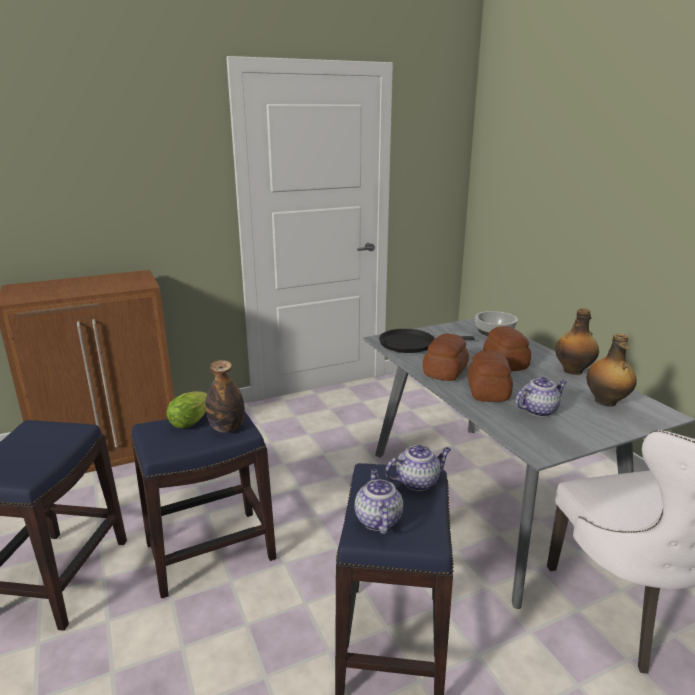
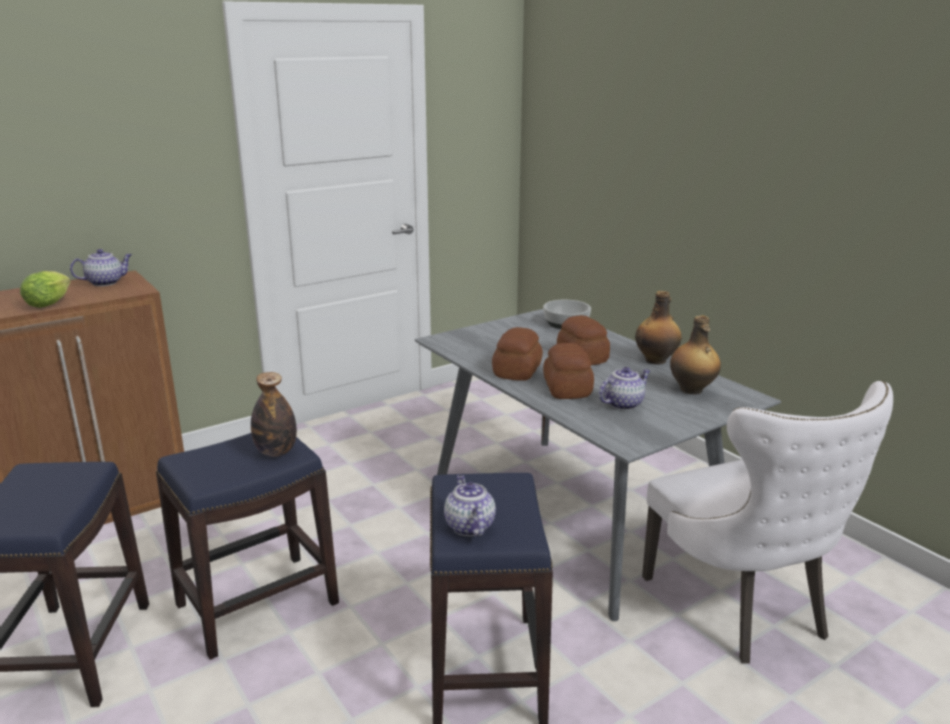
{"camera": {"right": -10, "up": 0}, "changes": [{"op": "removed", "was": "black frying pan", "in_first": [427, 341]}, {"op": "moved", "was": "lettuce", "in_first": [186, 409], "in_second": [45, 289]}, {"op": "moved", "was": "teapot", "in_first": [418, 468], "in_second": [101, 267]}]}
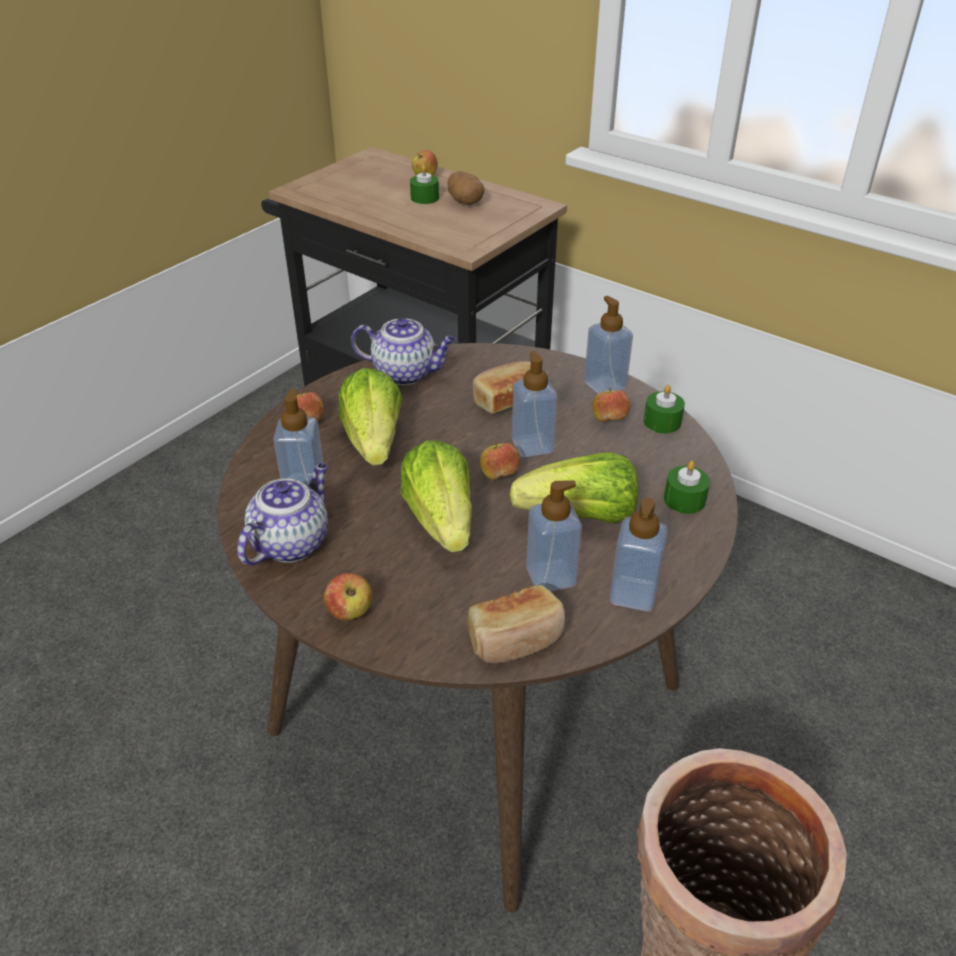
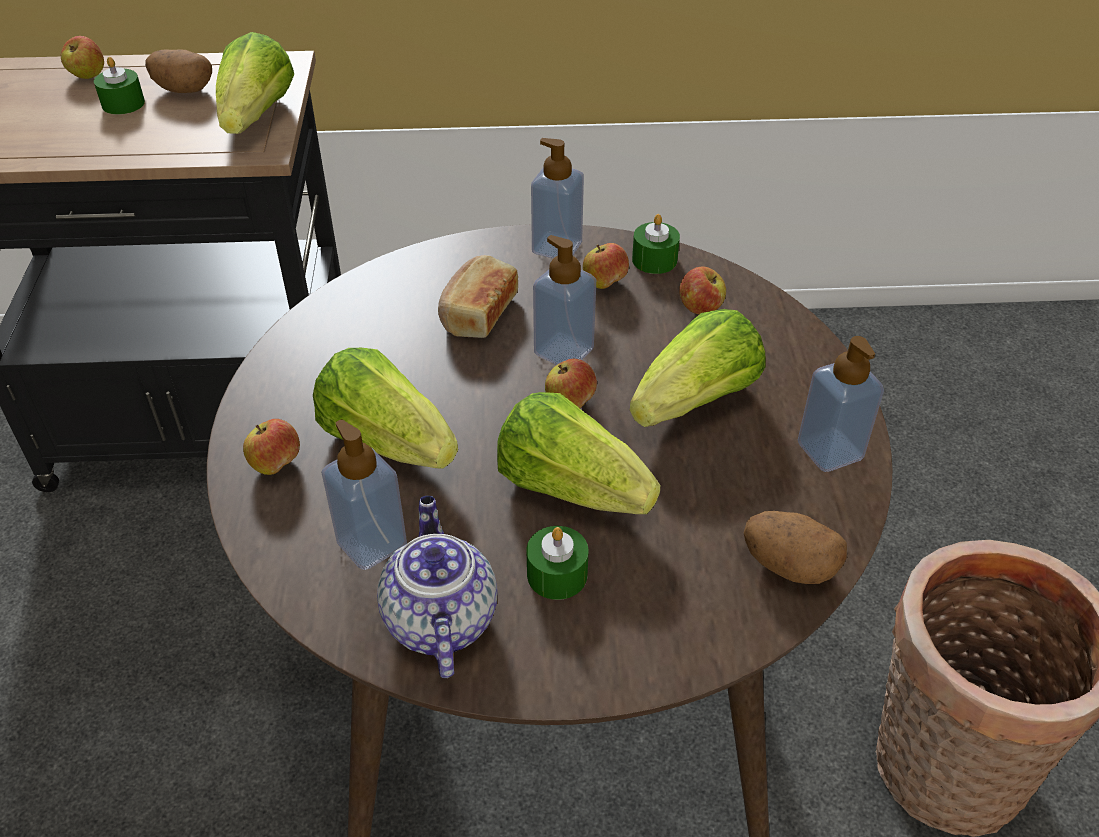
{"camera": {"right": -40, "up": 5}, "changes": [{"op": "removed", "was": "teapot", "in_first": [403, 351]}, {"op": "moved", "was": "green candle", "in_first": [687, 487], "in_second": [557, 563]}, {"op": "removed", "was": "soap dispenser", "in_first": [554, 535]}, {"op": "moved", "was": "apple", "in_first": [348, 596], "in_second": [702, 290]}, {"op": "replaced", "was": "bread", "now": "potato", "in_first": [516, 624], "in_second": [795, 547]}, {"op": "added", "now": "lettuce", "in_second": [255, 83]}]}
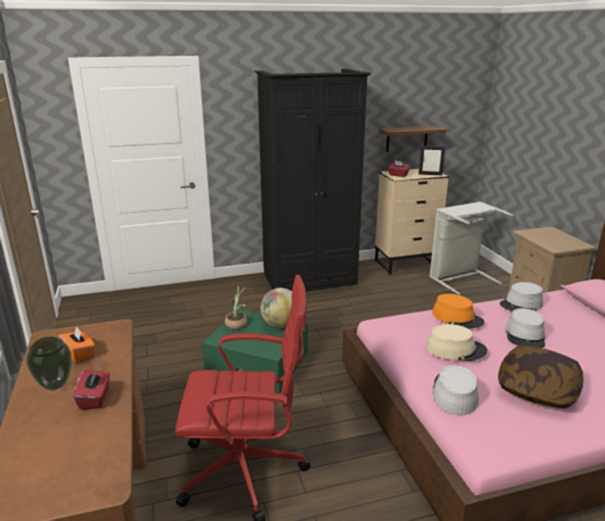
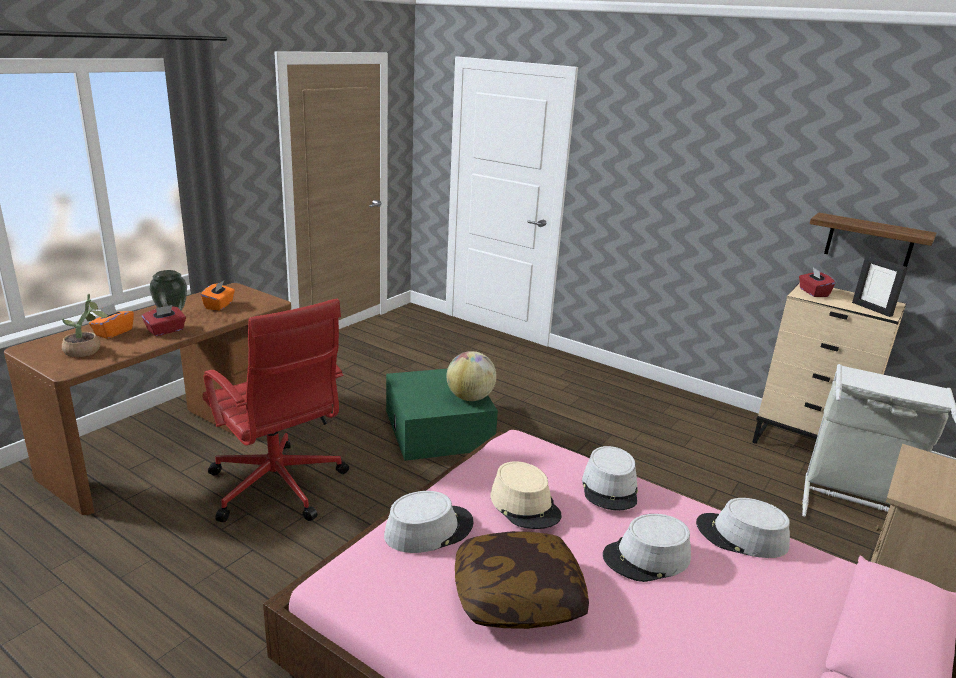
{"camera": {"right": 50, "up": 0}, "changes": [{"op": "removed", "was": "black wardrobe", "in_first": [312, 180]}, {"op": "moved", "was": "potted plant", "in_first": [237, 308], "in_second": [85, 325]}, {"op": "recoloured", "was": "orange hat", "now": "grey hat", "in_first": [458, 311], "in_second": [610, 478]}, {"op": "added", "now": "orange tissue box", "in_second": [111, 321]}]}
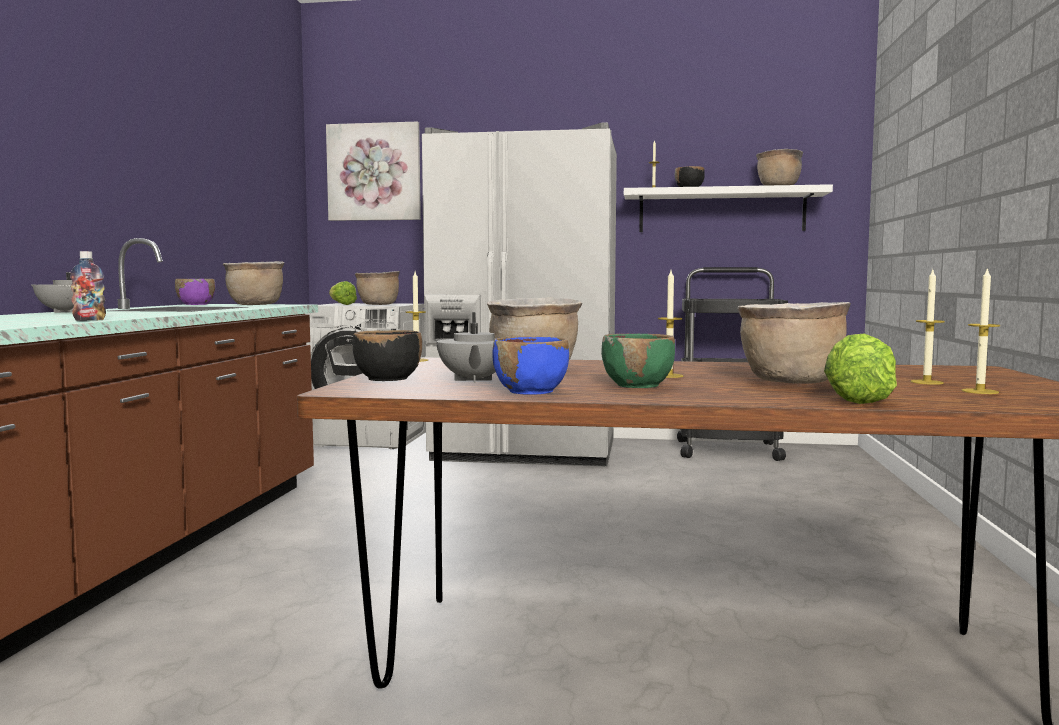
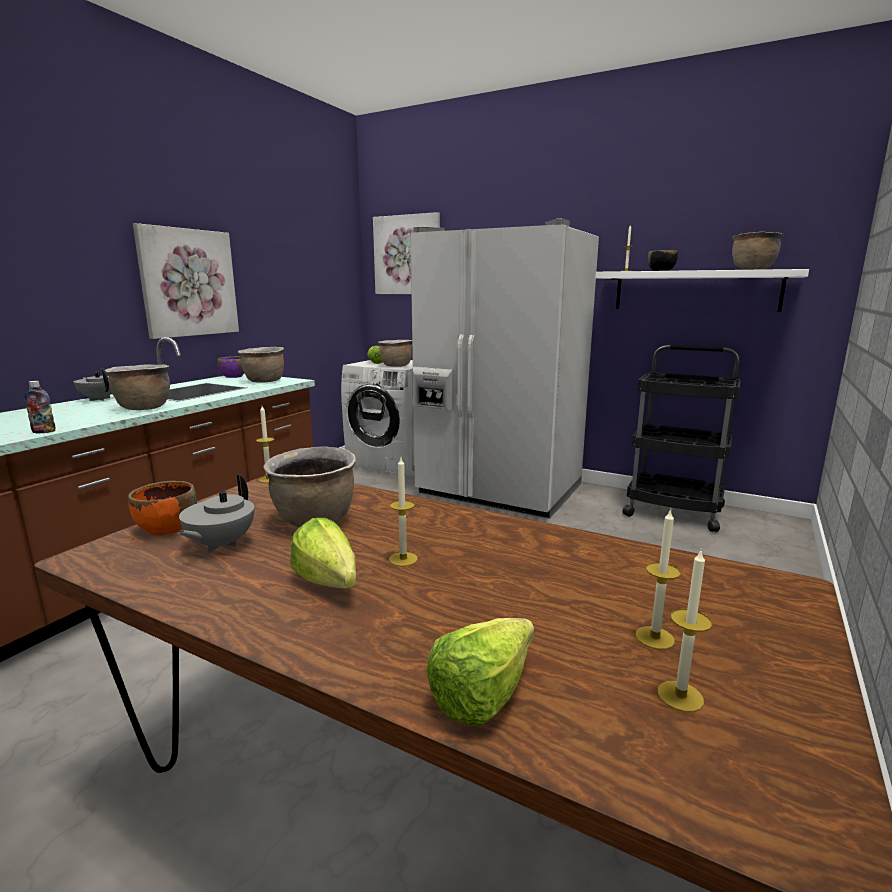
{"camera": {"right": 20, "up": 10}, "changes": [{"op": "moved", "was": "brown cooking pot", "in_first": [794, 343], "in_second": [137, 387]}, {"op": "recoloured", "was": "black bowl", "now": "orange bowl", "in_first": [387, 355], "in_second": [162, 508]}, {"op": "replaced", "was": "green bowl", "now": "lettuce", "in_first": [638, 361], "in_second": [323, 553]}, {"op": "removed", "was": "blue bowl", "in_first": [531, 366]}, {"op": "added", "now": "picture", "in_second": [186, 281]}]}
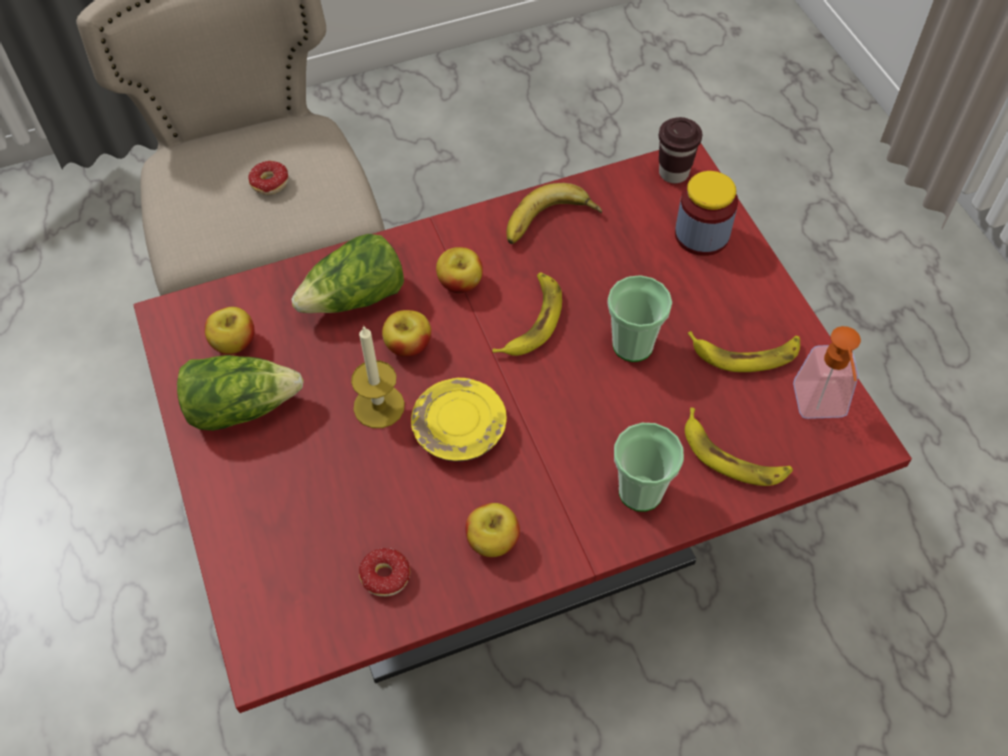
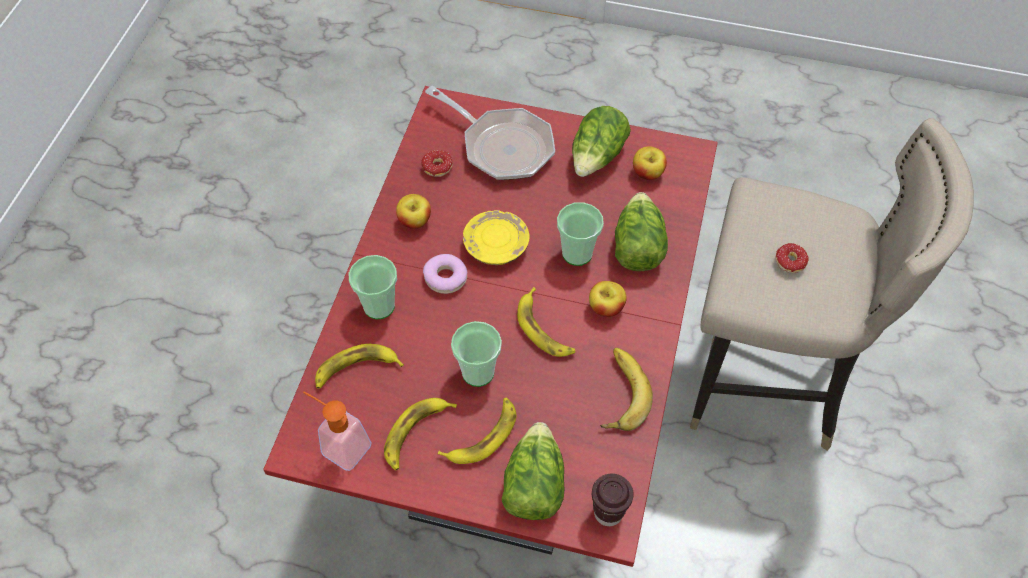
{"camera": {"right": 125, "up": 0}, "changes": [{"op": "replaced", "was": "jar", "now": "lettuce", "in_first": [706, 213], "in_second": [533, 471]}, {"op": "replaced", "was": "apple", "now": "cup", "in_first": [406, 333], "in_second": [580, 234]}, {"op": "removed", "was": "candle", "in_first": [378, 376]}, {"op": "added", "now": "frying pan", "in_second": [490, 133]}, {"op": "added", "now": "donut", "in_second": [445, 274]}, {"op": "added", "now": "banana", "in_second": [477, 431]}]}
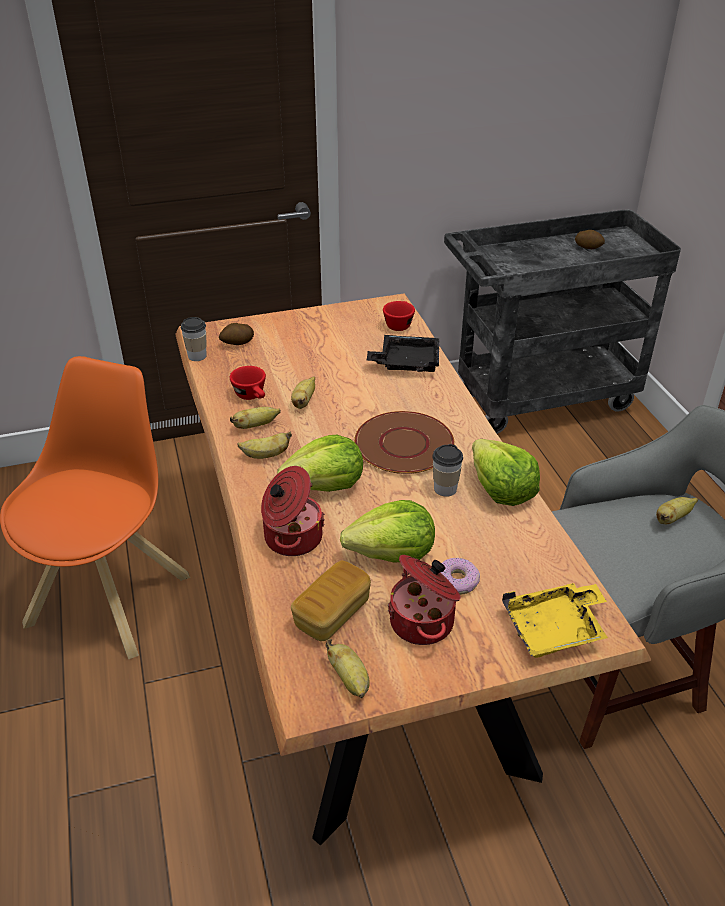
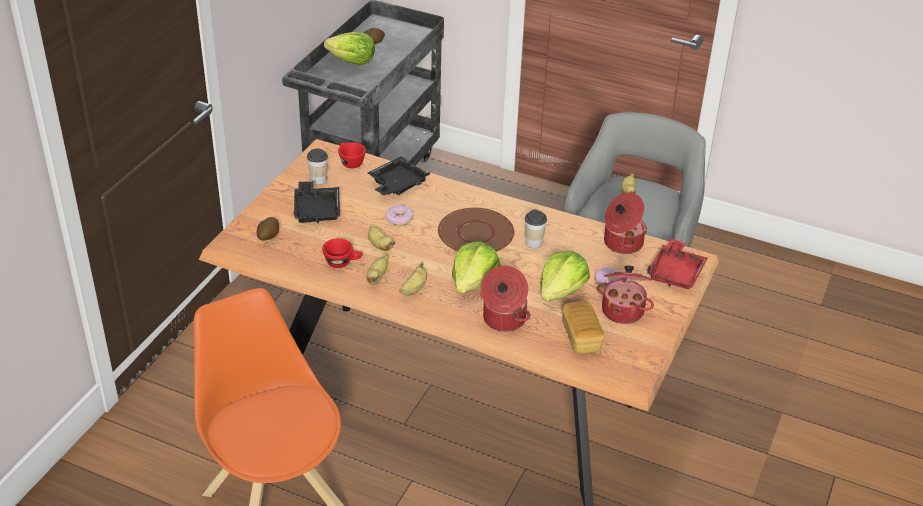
{"camera": {"right": -50, "up": 0}, "changes": [{"op": "moved", "was": "cup", "in_first": [194, 339], "in_second": [317, 166]}, {"op": "moved", "was": "lettuce", "in_first": [506, 472], "in_second": [349, 48]}, {"op": "recoloured", "was": "yellow tray", "now": "red tray", "in_first": [555, 620], "in_second": [677, 264]}, {"op": "removed", "was": "banana", "in_first": [348, 668]}, {"op": "added", "now": "black tray", "in_second": [317, 202]}, {"op": "added", "now": "cooking pot", "in_second": [625, 223]}, {"op": "added", "now": "donut", "in_second": [399, 215]}]}
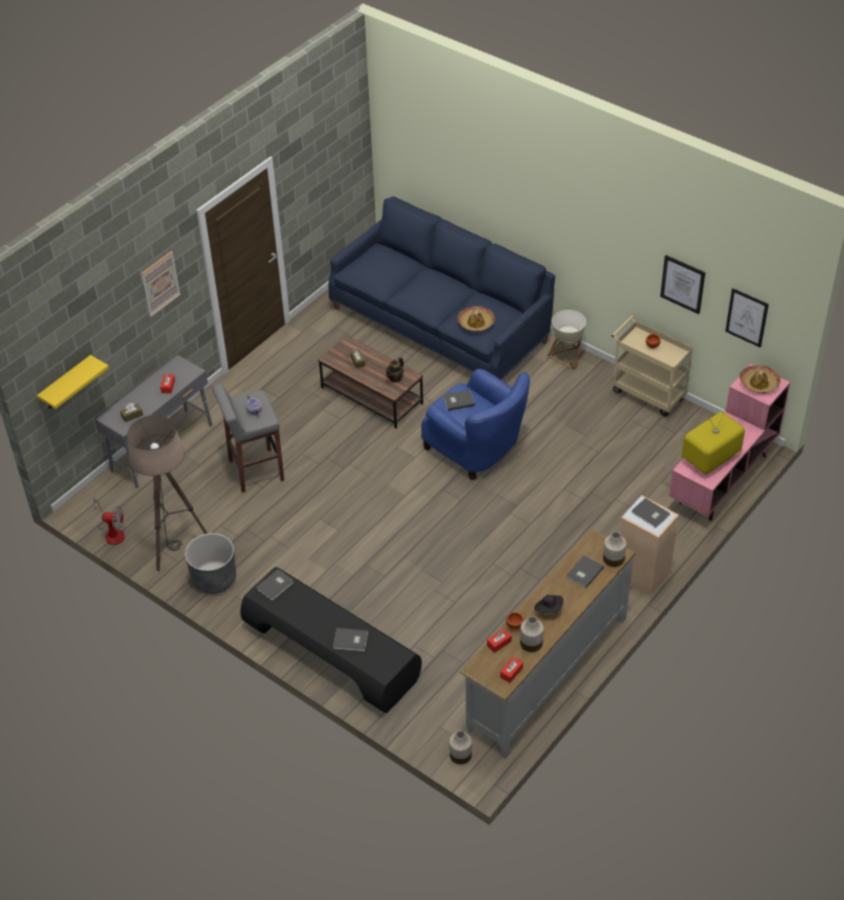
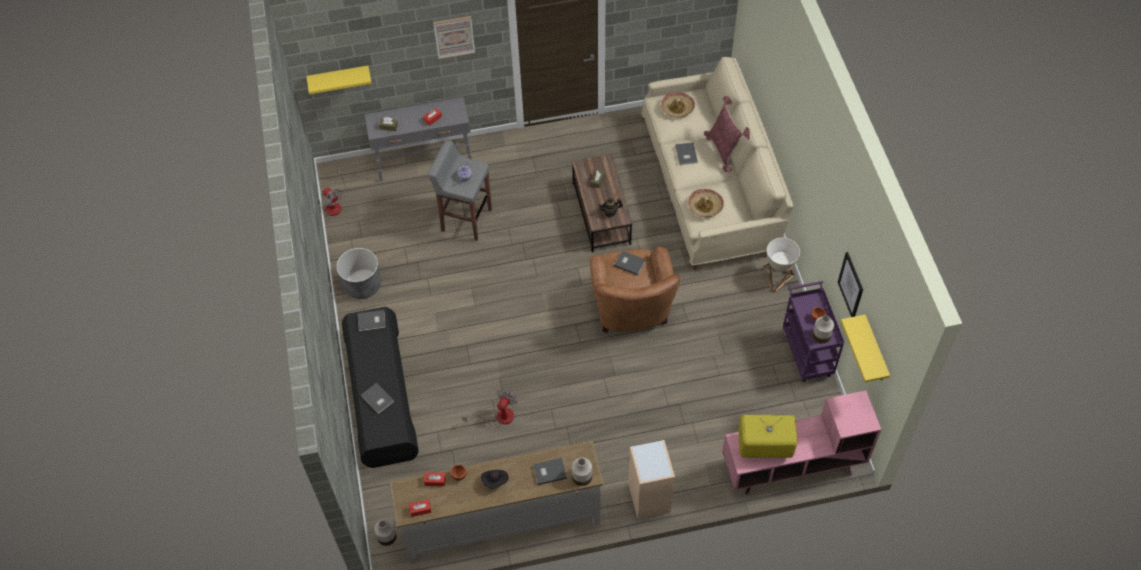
{"camera": {"right": 40, "up": 10}, "changes": [{"op": "recoloured", "was": "blue sofa", "now": "beige sofa", "in_first": [441, 288], "in_second": [717, 163]}, {"op": "replaced", "was": "picture", "now": "yellow shelf", "in_first": [747, 318], "in_second": [865, 348]}, {"op": "recoloured", "was": "beige cart", "now": "purple cart", "in_first": [652, 366], "in_second": [813, 331]}, {"op": "moved", "was": "hat", "in_first": [760, 379], "in_second": [678, 105]}, {"op": "recoloured", "was": "blue armchair", "now": "brown armchair", "in_first": [475, 424], "in_second": [635, 290]}, {"op": "removed", "was": "floor lamp", "in_first": [167, 493]}, {"op": "moved", "was": "grey book", "in_first": [650, 513], "in_second": [686, 153]}, {"op": "moved", "was": "beige vase", "in_first": [532, 634], "in_second": [823, 329]}, {"op": "added", "now": "red pillow", "in_second": [727, 134]}, {"op": "added", "now": "fan", "in_second": [489, 409]}]}
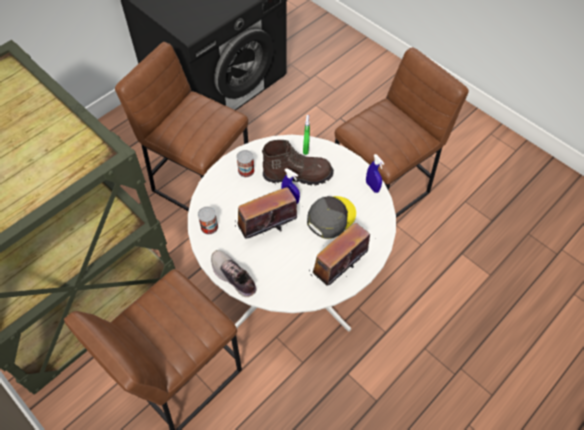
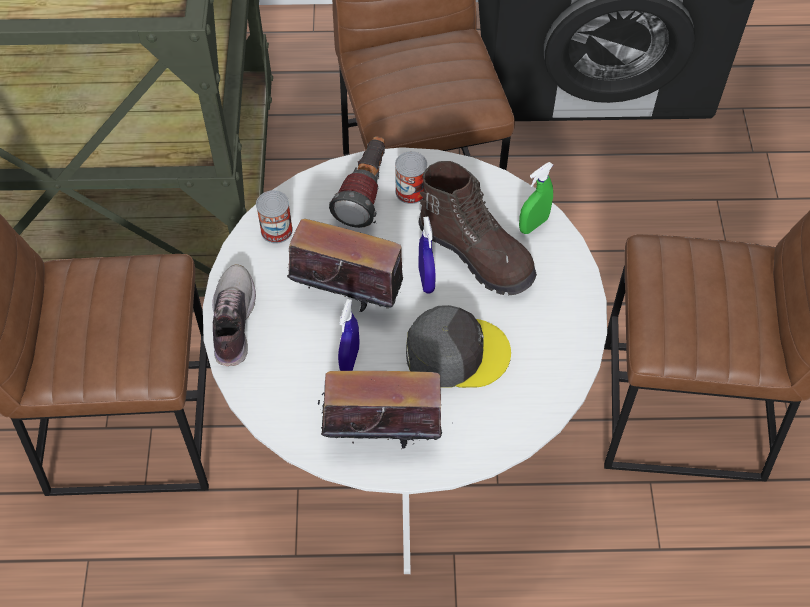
{"camera": {"right": 45, "up": 0}, "changes": [{"op": "moved", "was": "blue spray bottle", "in_first": [375, 173], "in_second": [348, 335]}, {"op": "added", "now": "flashlight", "in_second": [357, 182]}]}
